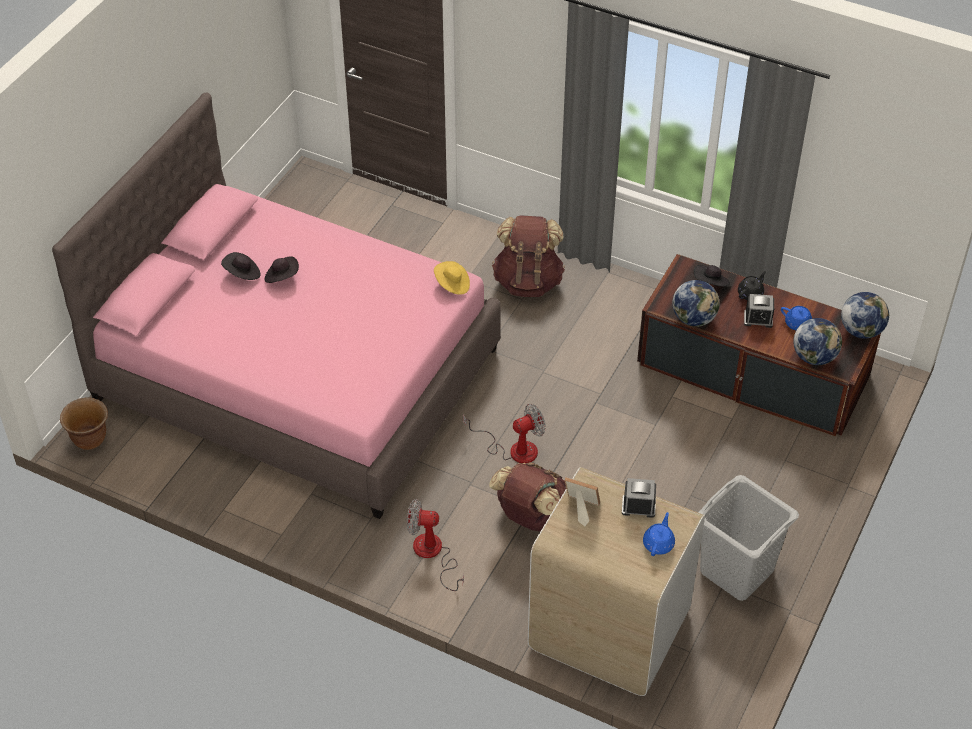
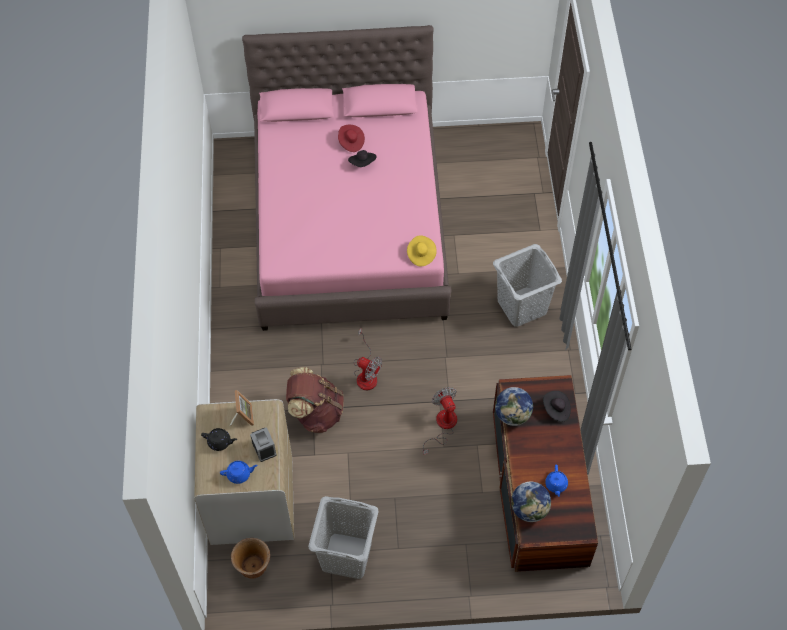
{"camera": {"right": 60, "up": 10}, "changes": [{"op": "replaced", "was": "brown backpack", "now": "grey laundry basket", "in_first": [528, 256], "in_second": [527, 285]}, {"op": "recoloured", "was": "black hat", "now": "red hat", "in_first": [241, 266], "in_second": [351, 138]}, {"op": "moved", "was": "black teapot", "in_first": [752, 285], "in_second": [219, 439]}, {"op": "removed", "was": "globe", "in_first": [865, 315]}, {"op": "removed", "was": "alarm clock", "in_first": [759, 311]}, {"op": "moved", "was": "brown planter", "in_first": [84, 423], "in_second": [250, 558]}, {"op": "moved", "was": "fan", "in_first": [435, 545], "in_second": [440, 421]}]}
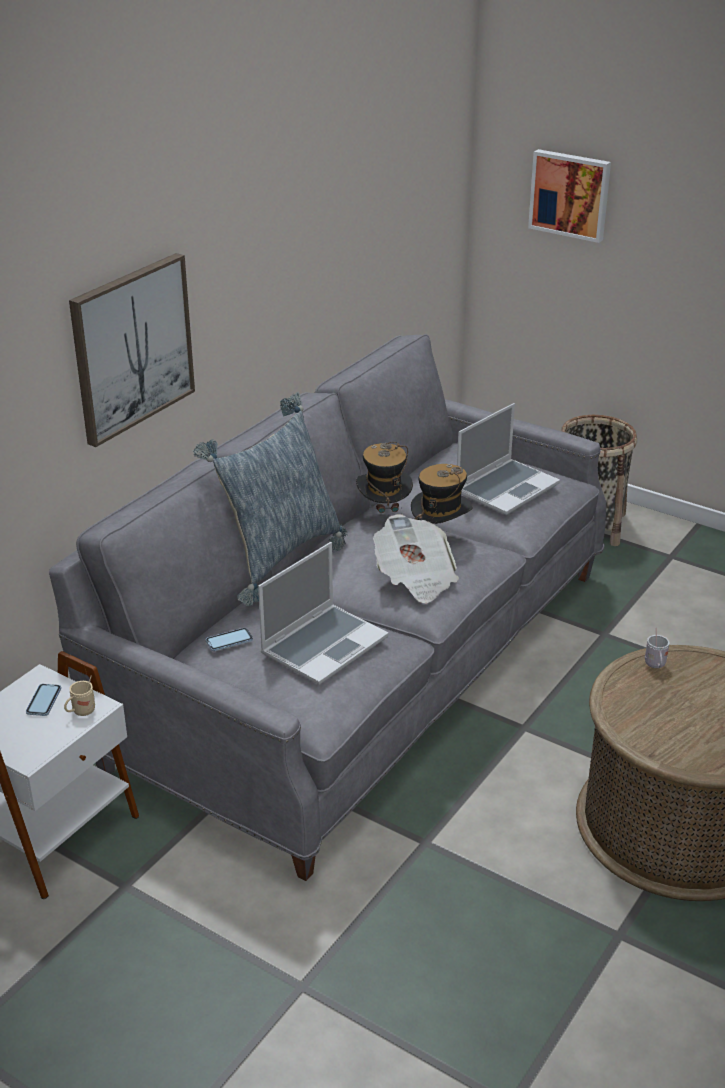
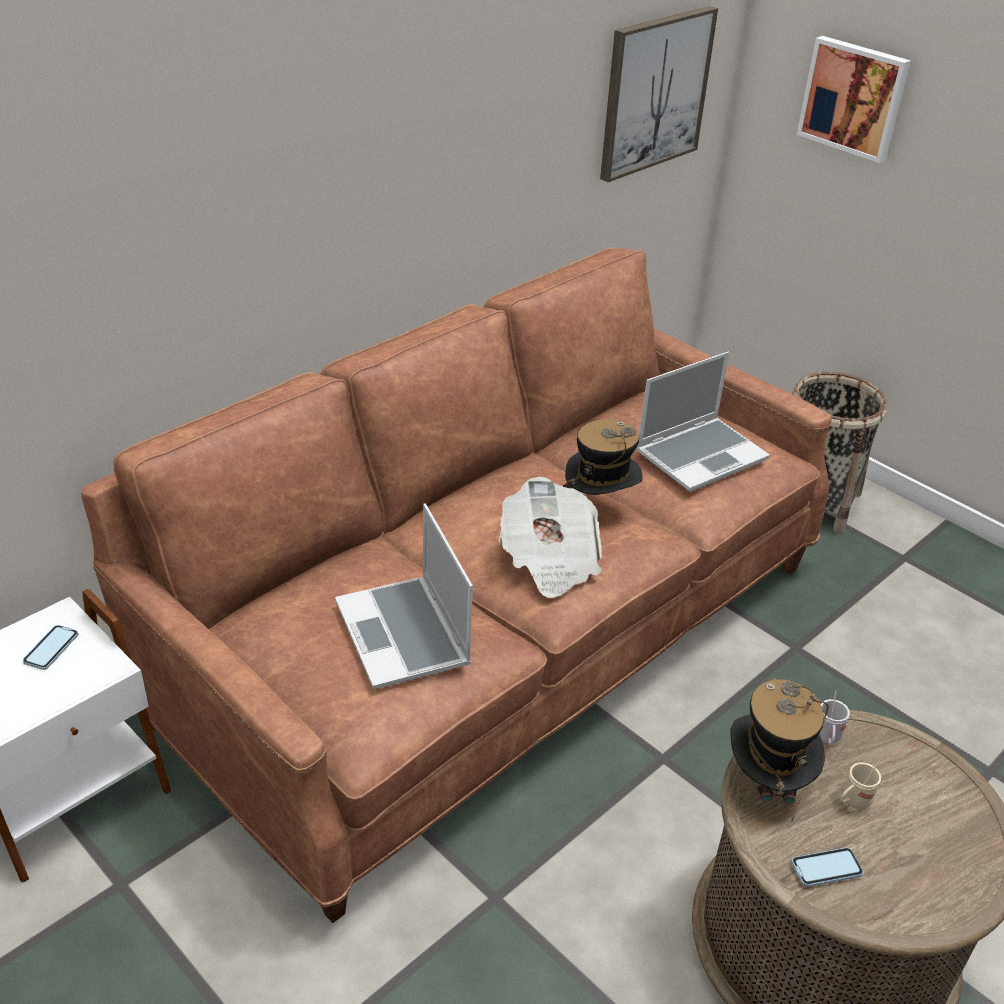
{"camera": {"right": 10, "up": 5}, "changes": [{"op": "moved", "was": "picture", "in_first": [132, 350], "in_second": [659, 94]}, {"op": "recoloured", "was": "grey sofa", "now": "brown sofa", "in_first": [327, 607], "in_second": [456, 585]}, {"op": "removed", "was": "pillow", "in_first": [269, 499]}, {"op": "moved", "was": "hat", "in_first": [384, 477], "in_second": [779, 750]}, {"op": "turned", "was": "laptop", "in_first": [323, 613], "in_second": [404, 596], "clockwise": 105}, {"op": "moved", "was": "phone", "in_first": [229, 639], "in_second": [827, 867]}, {"op": "moved", "was": "beige mug", "in_first": [79, 695], "in_second": [860, 784]}]}
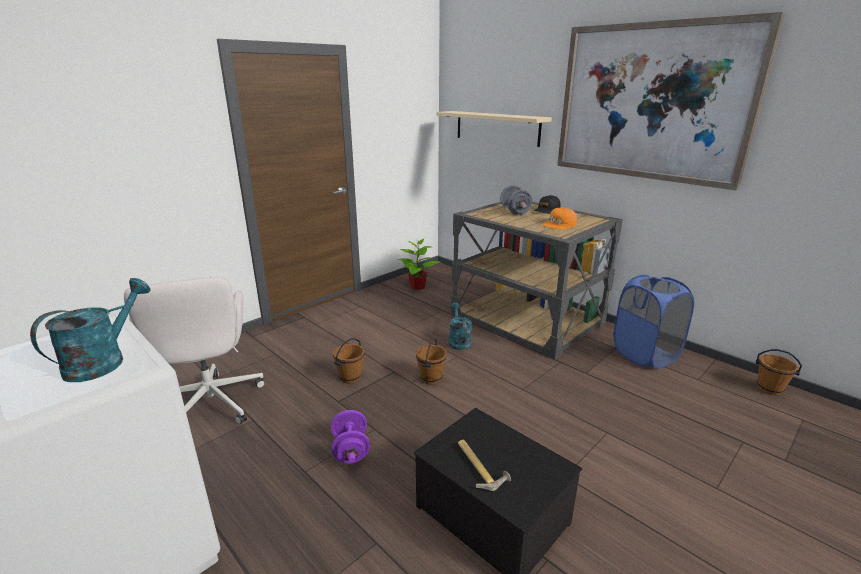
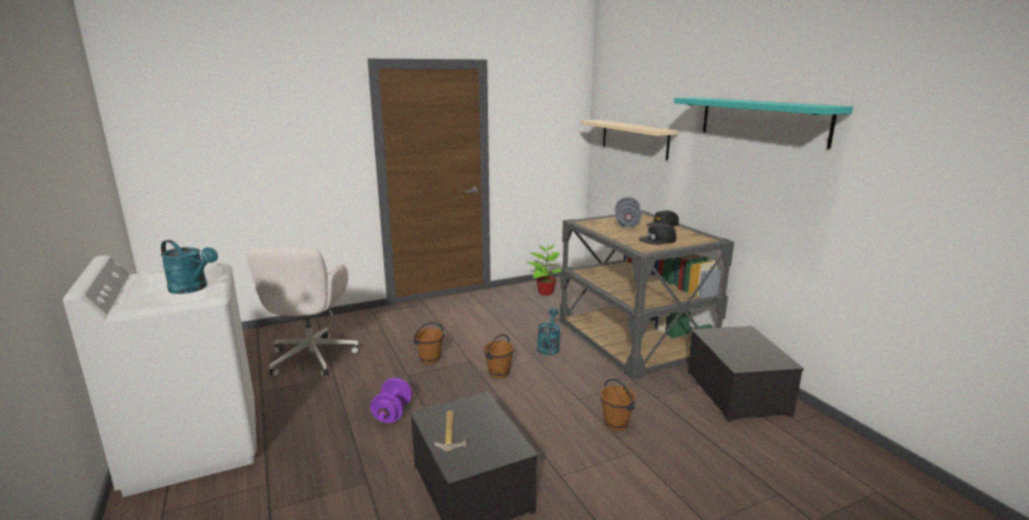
{"camera": {"right": 20, "up": -5}, "changes": [{"op": "replaced", "was": "picture", "now": "turquoise shelf", "in_first": [671, 101], "in_second": [763, 123]}, {"op": "recoloured", "was": "orange cap", "now": "black cap", "in_first": [560, 218], "in_second": [657, 234]}, {"op": "replaced", "was": "blue laundry basket", "now": "storage box", "in_first": [654, 322], "in_second": [746, 374]}, {"op": "turned", "was": "turquoise watering can", "in_first": [90, 330], "in_second": [189, 267], "clockwise": 75}, {"op": "moved", "was": "brown bucket", "in_first": [779, 372], "in_second": [618, 405]}]}
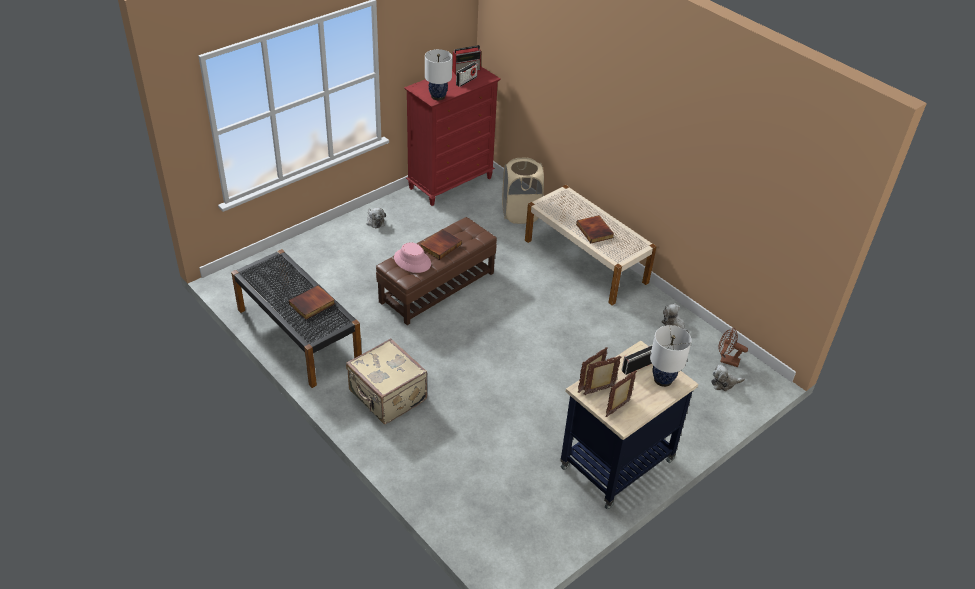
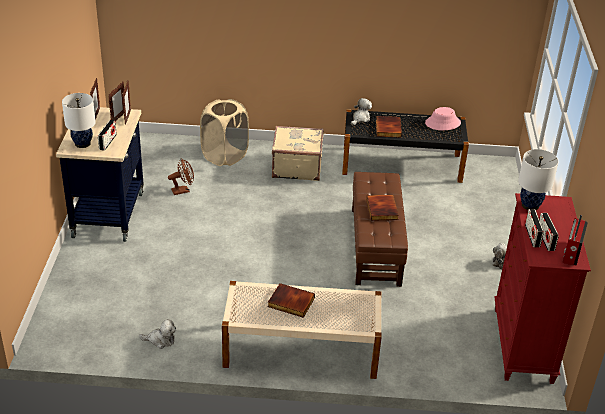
{"camera": {"right": 135, "up": -5}, "changes": [{"op": "moved", "was": "beige laundry basket", "in_first": [523, 190], "in_second": [224, 132]}, {"op": "moved", "was": "pink hat", "in_first": [412, 258], "in_second": [443, 118]}, {"op": "moved", "was": "brown fan", "in_first": [733, 347], "in_second": [181, 177]}, {"op": "moved", "was": "plush toy", "in_first": [728, 378], "in_second": [361, 111]}, {"op": "added", "now": "radio", "in_second": [534, 228]}]}
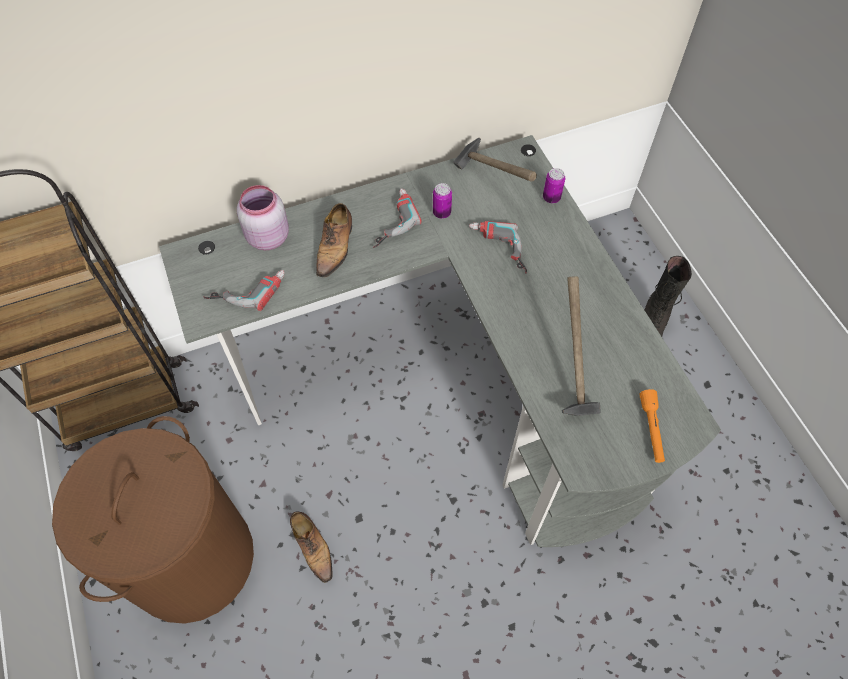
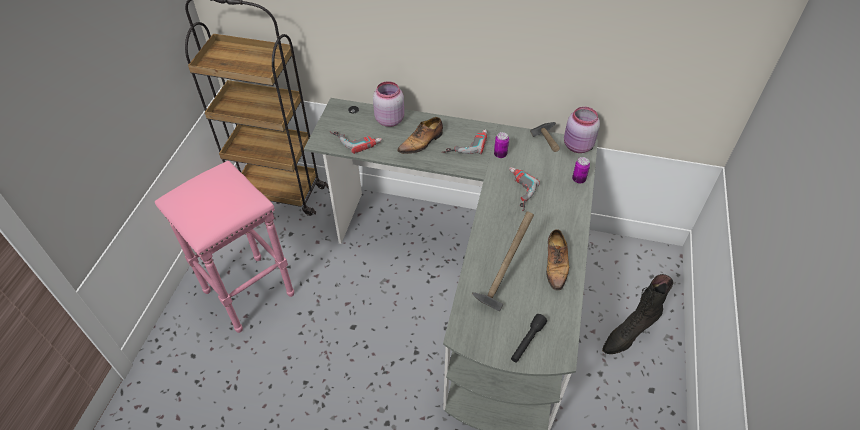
{"camera": {"right": 35, "up": -10}, "changes": [{"op": "recoloured", "was": "orange flashlight", "now": "black flashlight", "in_first": [652, 426], "in_second": [529, 338]}, {"op": "replaced", "was": "brown laundry basket", "now": "pink stool", "in_first": [153, 520], "in_second": [224, 247]}, {"op": "moved", "was": "shoe", "in_first": [311, 547], "in_second": [557, 259]}, {"op": "added", "now": "pink jar", "in_second": [582, 130]}]}
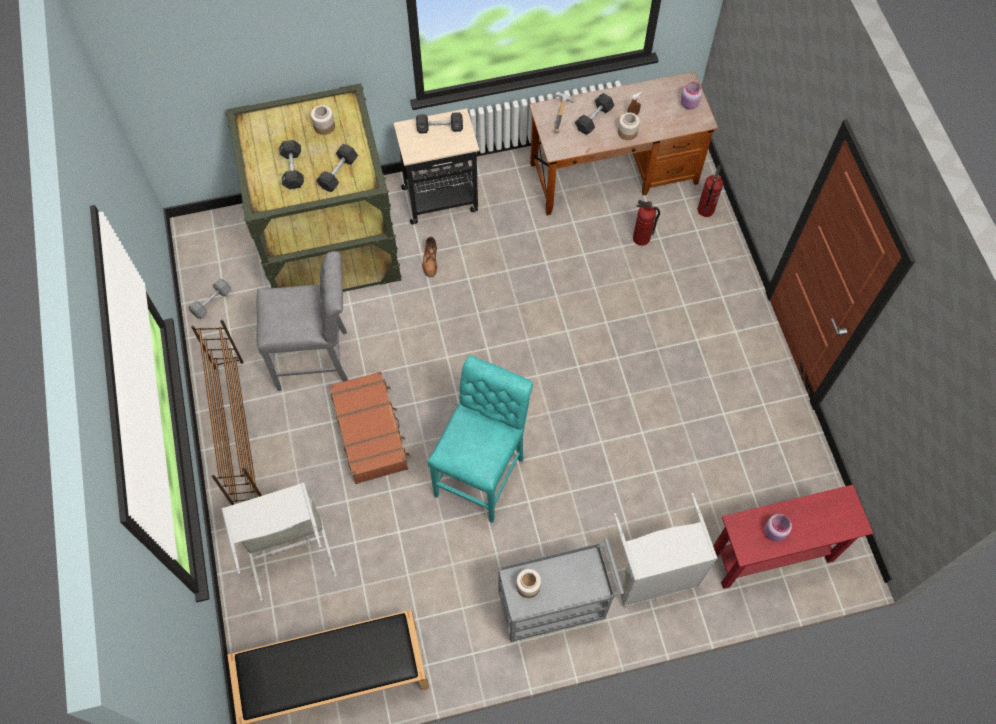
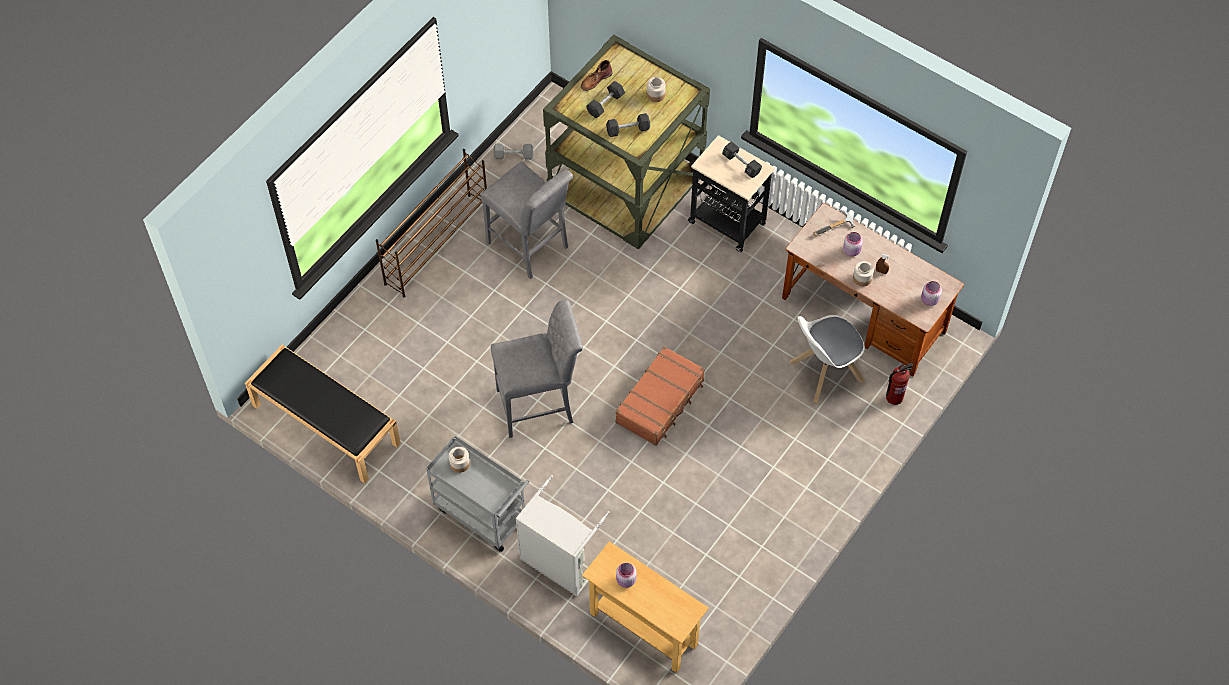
{"camera": {"right": 50, "up": -5}, "changes": [{"op": "replaced", "was": "black dumbbell", "now": "pink jar", "in_first": [595, 114], "in_second": [853, 244]}, {"op": "replaced", "was": "fire extinguisher", "now": "chair", "in_first": [646, 223], "in_second": [827, 359]}, {"op": "moved", "was": "brown boot", "in_first": [429, 257], "in_second": [597, 75]}, {"op": "recoloured", "was": "turquoise stool", "now": "grey stool", "in_first": [480, 439], "in_second": [537, 369]}, {"op": "moved", "was": "brown suitcase", "in_first": [369, 427], "in_second": [660, 396]}, {"op": "removed", "was": "grey laundry basket", "in_first": [279, 542]}, {"op": "recoloured", "was": "red console table", "now": "beige console table", "in_first": [793, 537], "in_second": [645, 607]}]}
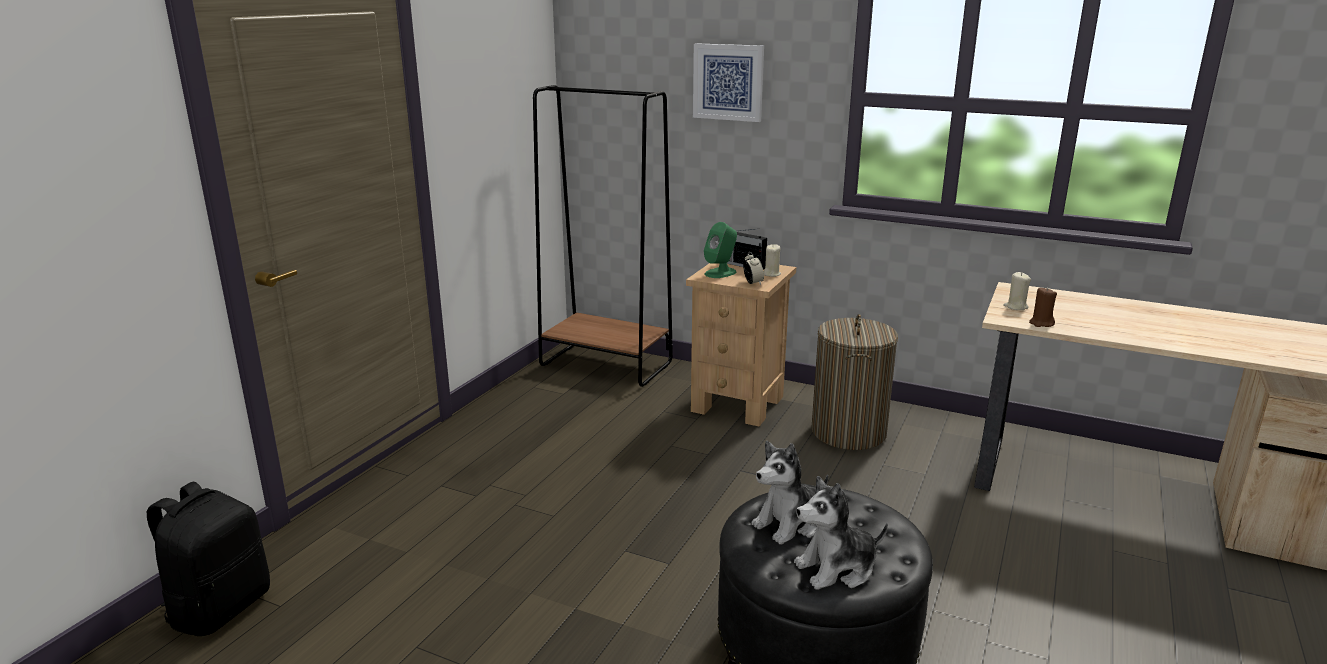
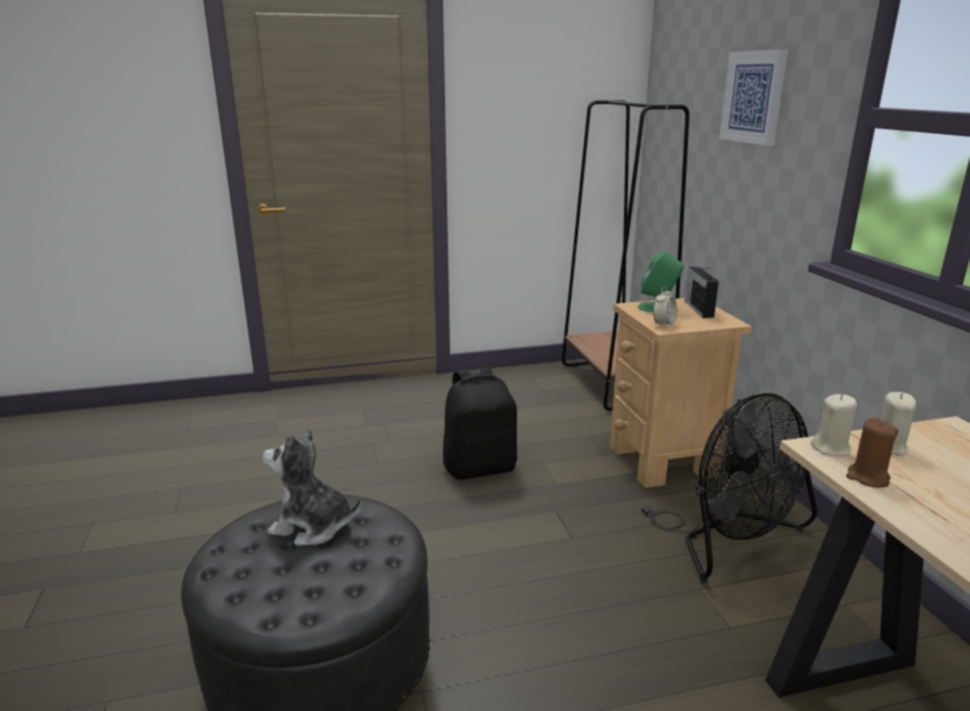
{"camera": {"right": 50, "up": 0}, "changes": [{"op": "moved", "was": "beige candle", "in_first": [772, 260], "in_second": [834, 425]}, {"op": "replaced", "was": "laundry basket", "now": "black fan", "in_first": [854, 382], "in_second": [729, 488]}, {"op": "removed", "was": "plush toy", "in_first": [841, 533]}, {"op": "moved", "was": "black backpack", "in_first": [208, 559], "in_second": [480, 423]}]}
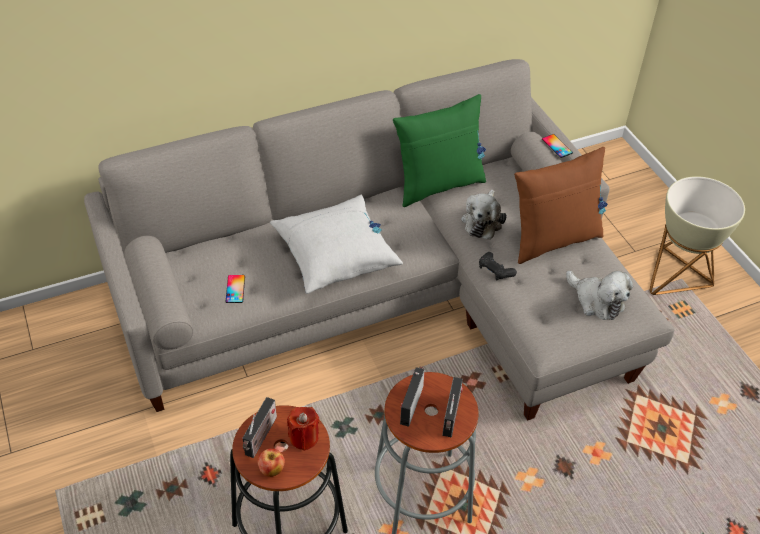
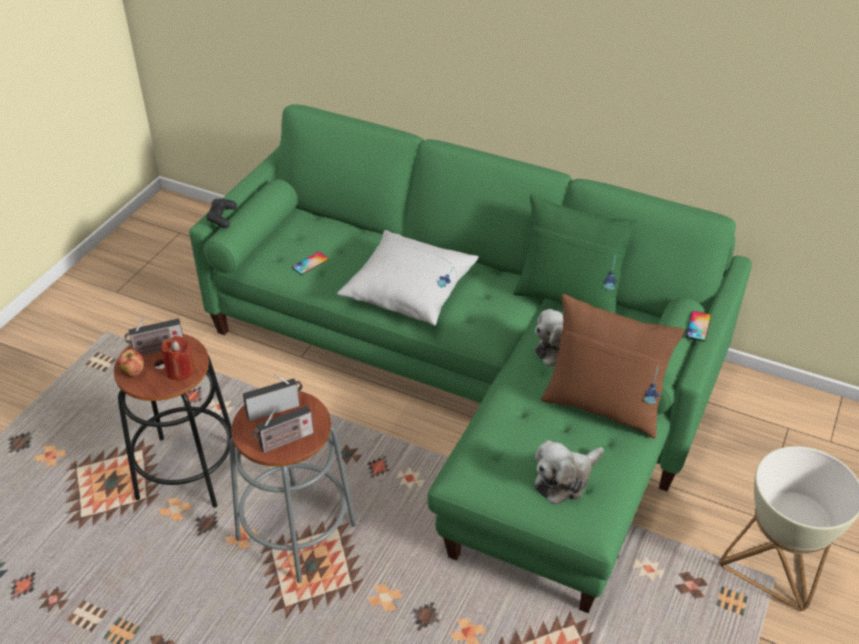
{"camera": {"right": 50, "up": -5}, "changes": [{"op": "recoloured", "was": "grey sofa", "now": "green sofa", "in_first": [379, 240], "in_second": [470, 358]}, {"op": "moved", "was": "black game controller", "in_first": [498, 266], "in_second": [221, 213]}, {"op": "turned", "was": "plush toy", "in_first": [599, 295], "in_second": [569, 472], "clockwise": 45}]}
